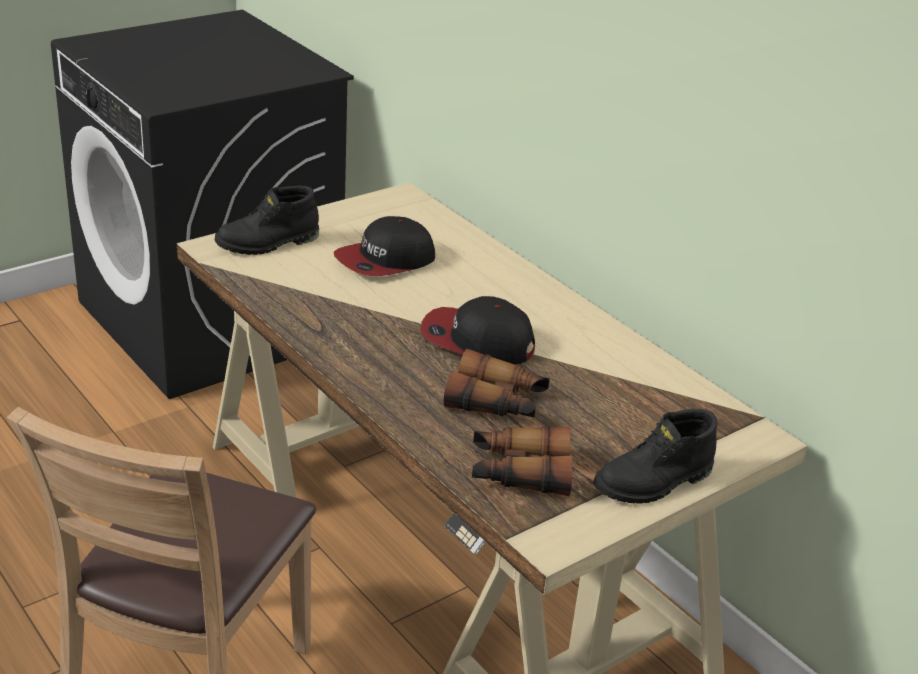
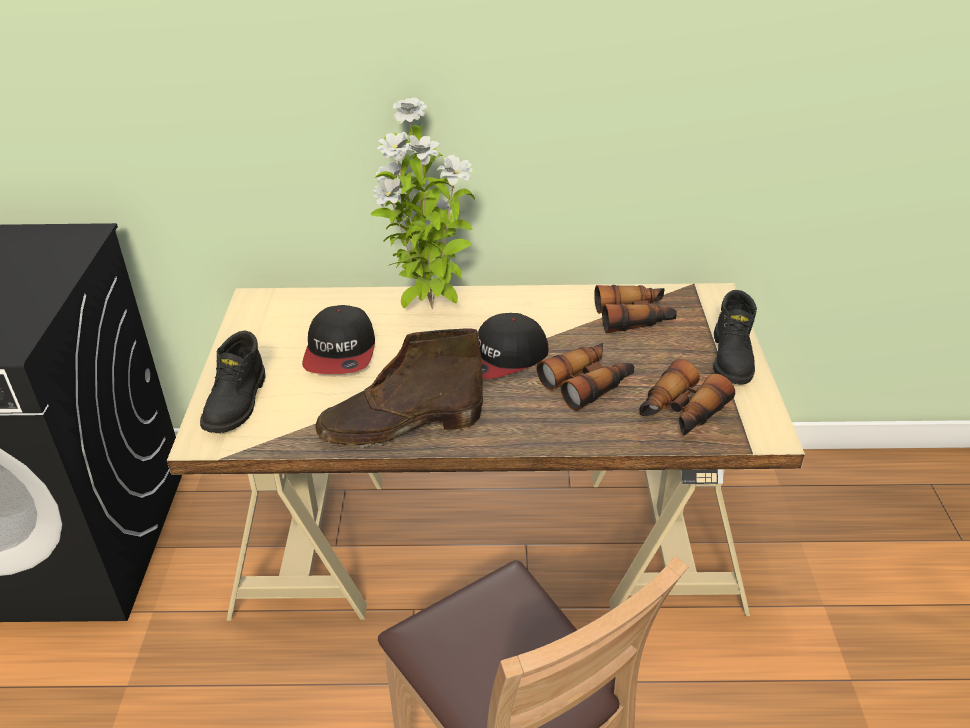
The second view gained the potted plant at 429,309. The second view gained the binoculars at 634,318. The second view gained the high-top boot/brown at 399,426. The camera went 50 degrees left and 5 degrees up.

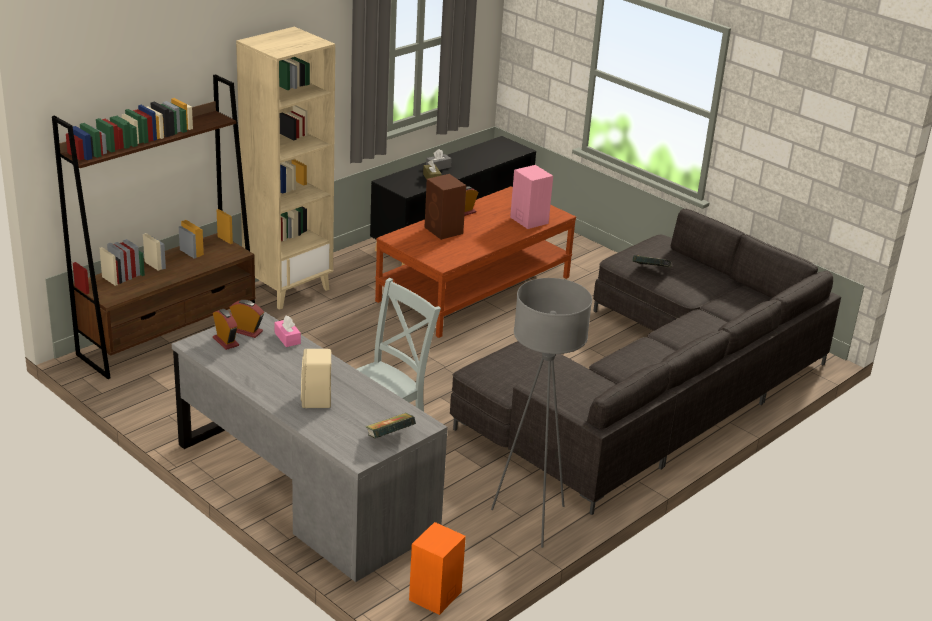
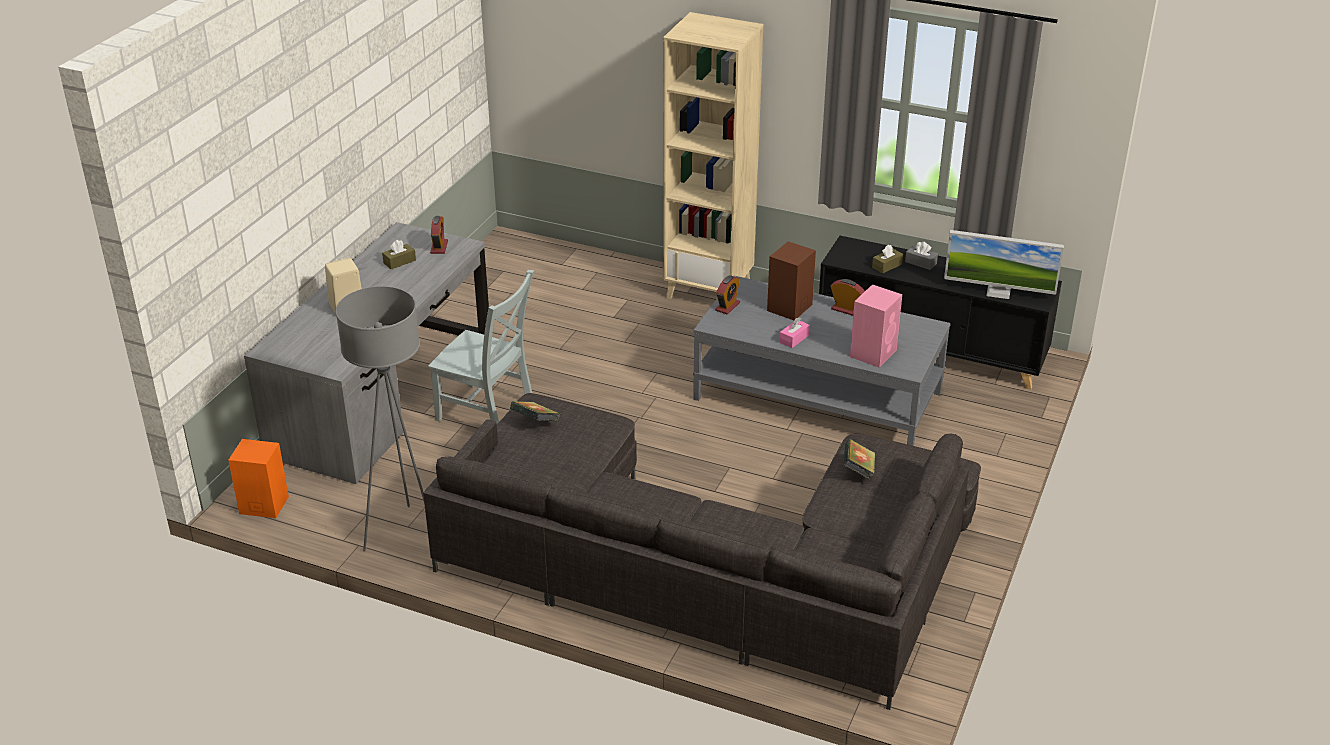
The second view lost the shelving unit/brown at 169,336. What was the lounge table/brown at 474,289 turned into the lounge table/grey at 816,396. The bedside clock ended up elsewhere, having gone from 225,342 to 727,306. The tissue box/pink ended up elsewhere, having gone from 287,338 to 794,339. The volume ended up elsewhere, having gone from 390,437 to 535,422. The second view gained the monitor at 998,292. The second view gained the tissue box/brown at 399,262. The camera went 70 degrees right and 5 degrees up.

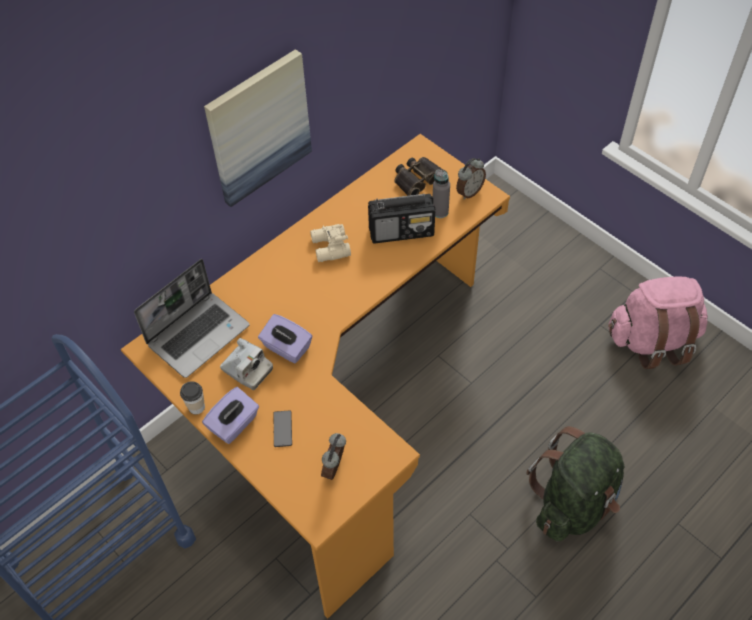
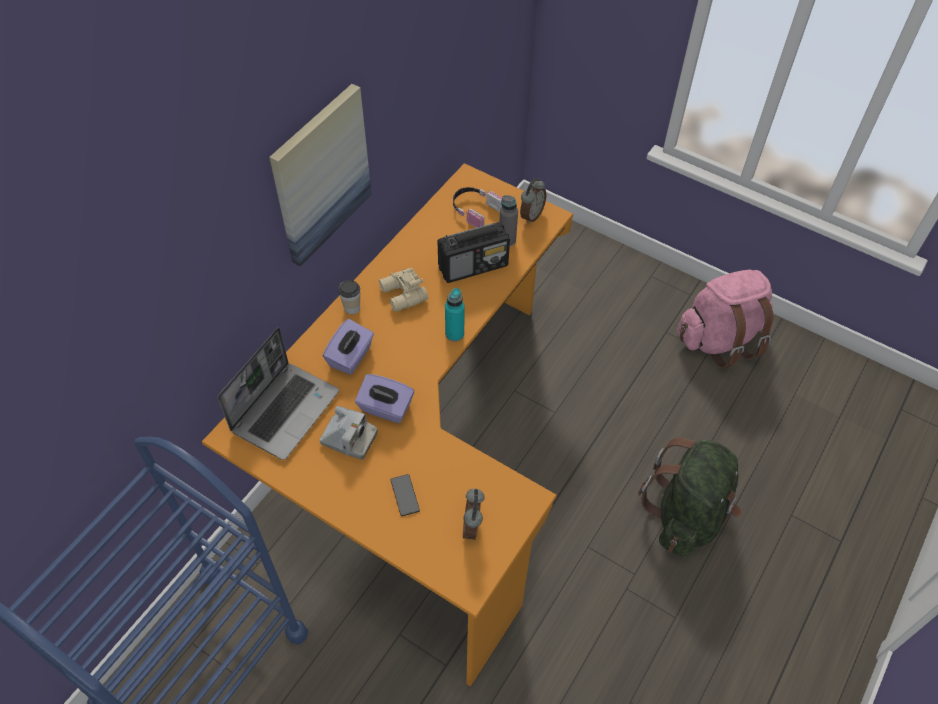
Where the binoculars stood at 417,179, the pair of headphones came to stand at 474,210. The drinking cup ended up elsewhere, having gone from 196,407 to 352,308. The tissue box/purplish ended up elsewhere, having gone from 234,424 to 351,357. The second view gained the bottle/turquoise at 454,334. The camera went 15 degrees left and 0 degrees up.

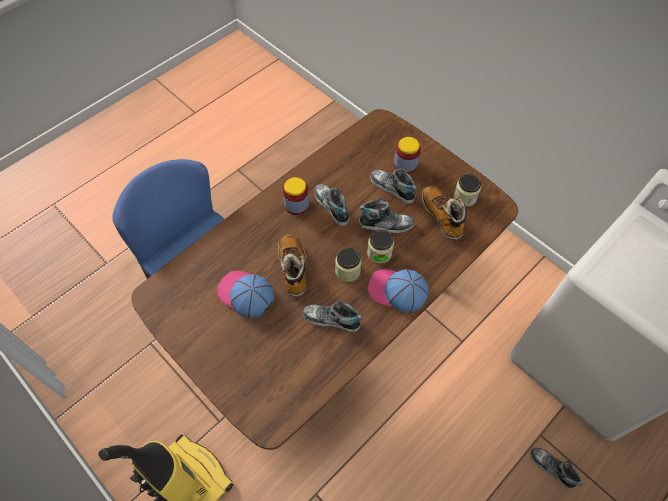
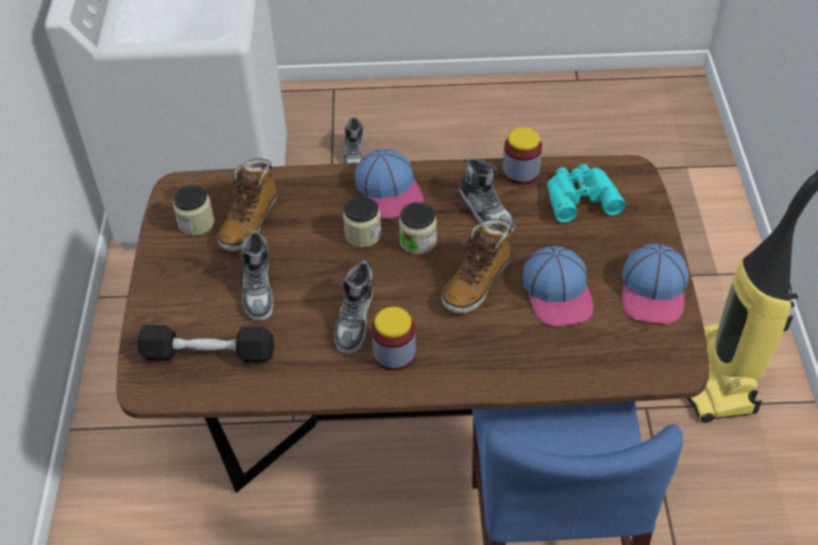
The storage jar ended up elsewhere, having gone from 405,164 to 521,172. The second view lost the item of footwear at 386,224. The second view gained the binoculars/turquoise at 579,196. The second view gained the peaked cap at 653,291. The second view gained the hand weight/blackish at 208,354. The camera went 135 degrees left and 10 degrees down.

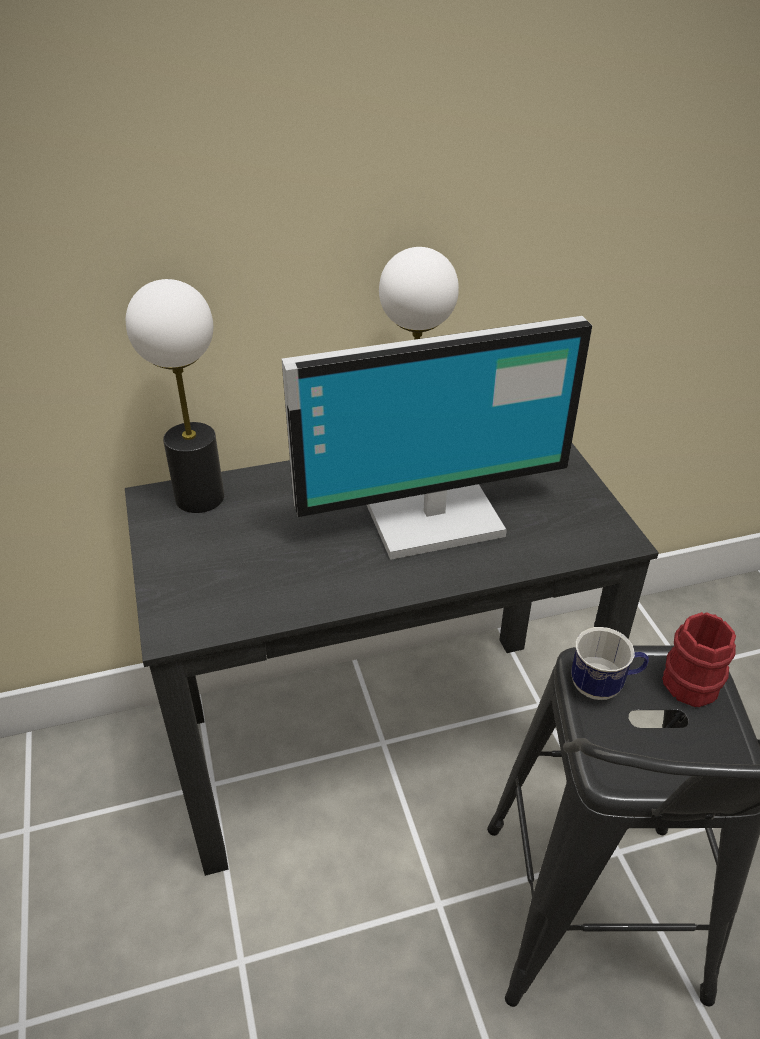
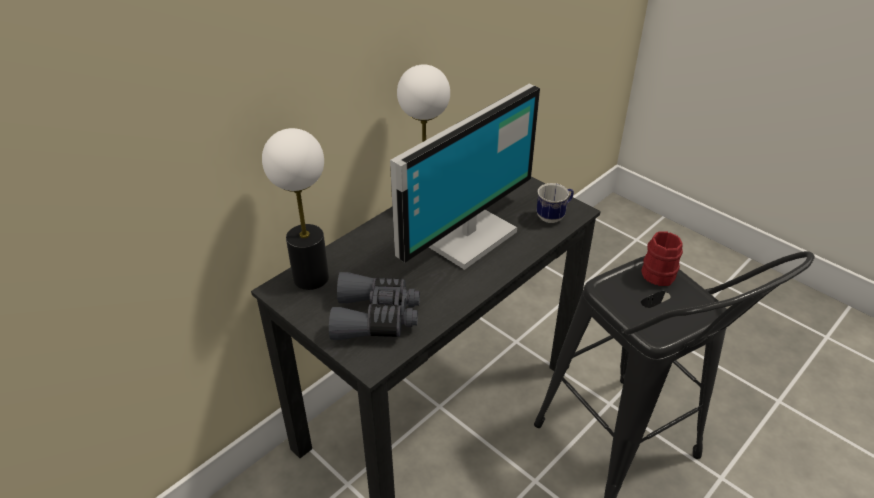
The mug ended up elsewhere, having gone from 603,686 to 554,216. The second view gained the binoculars/grey at 376,317. The camera went 30 degrees left and 0 degrees up.

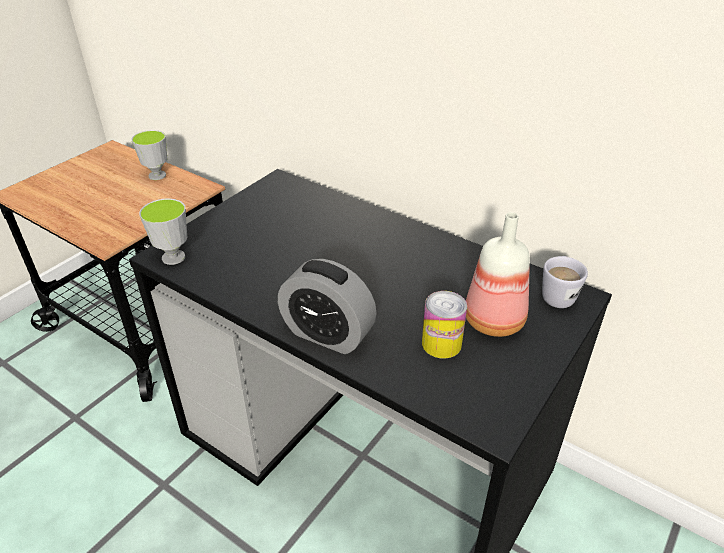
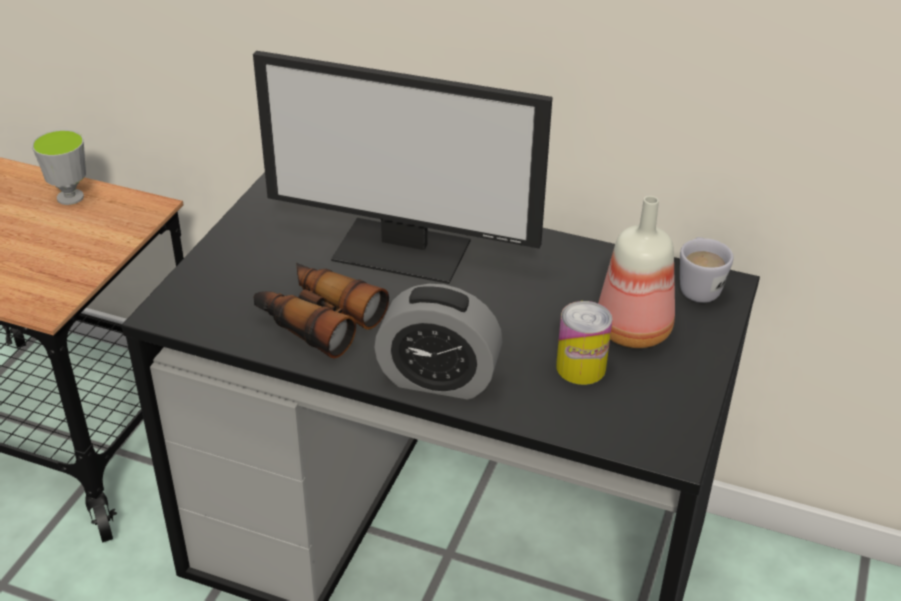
The second view lost the drinking cup at 173,257. The second view gained the monitor at 404,249. The second view gained the binoculars at 318,319. The camera went 15 degrees left and 0 degrees up.

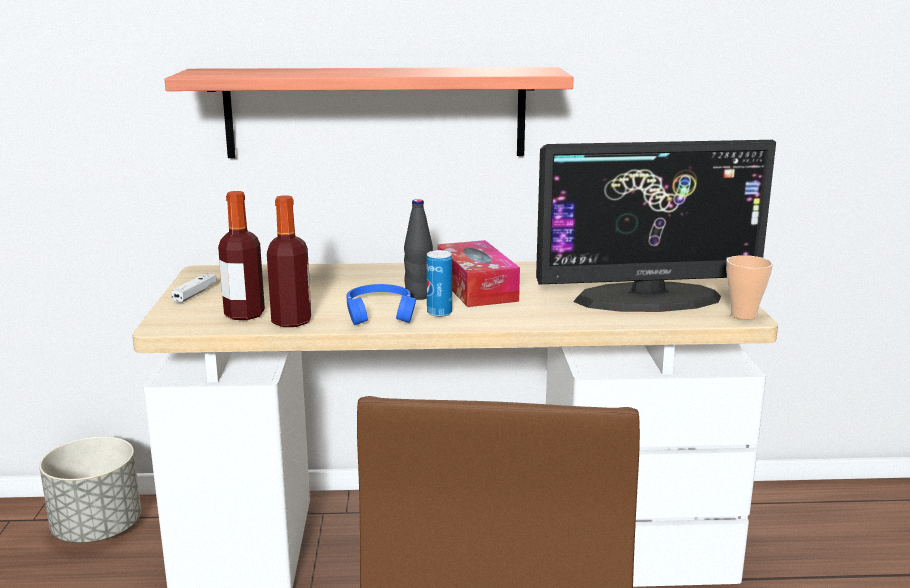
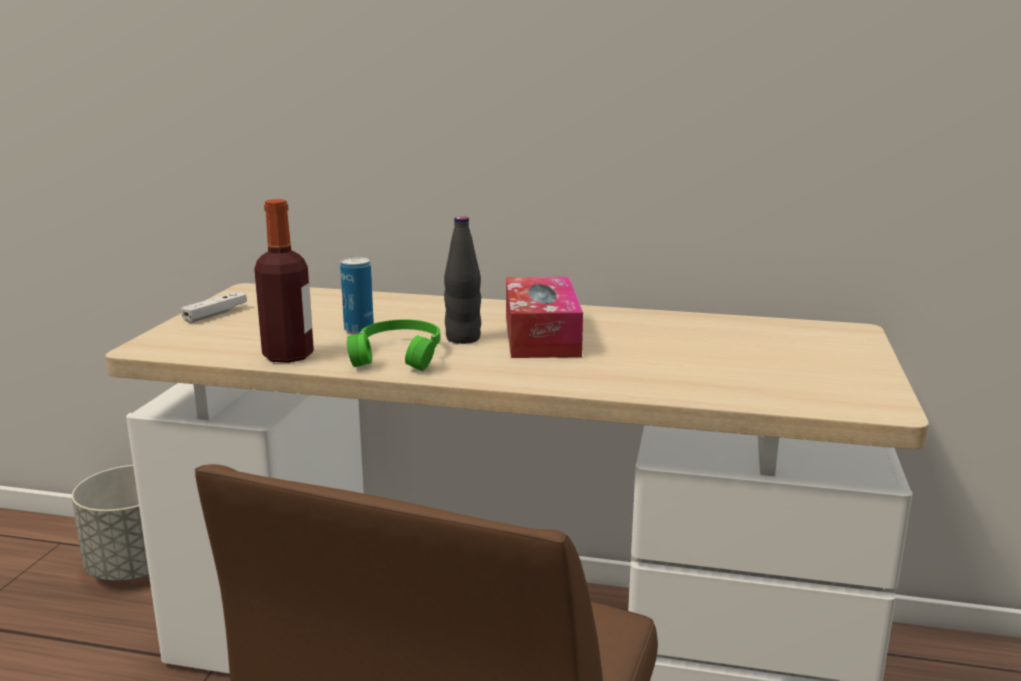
The second view lost the shelf at 375,112. The second view lost the monitor at 647,298. The second view lost the bottle at 244,314. The can ended up elsewhere, having gone from 439,313 to 359,330. The second view lost the drinking cup at 743,315. What was the pair of headphones/blue at 380,313 turned into the pair of headphones/greenish at 399,355. The camera went 15 degrees right and 0 degrees up.

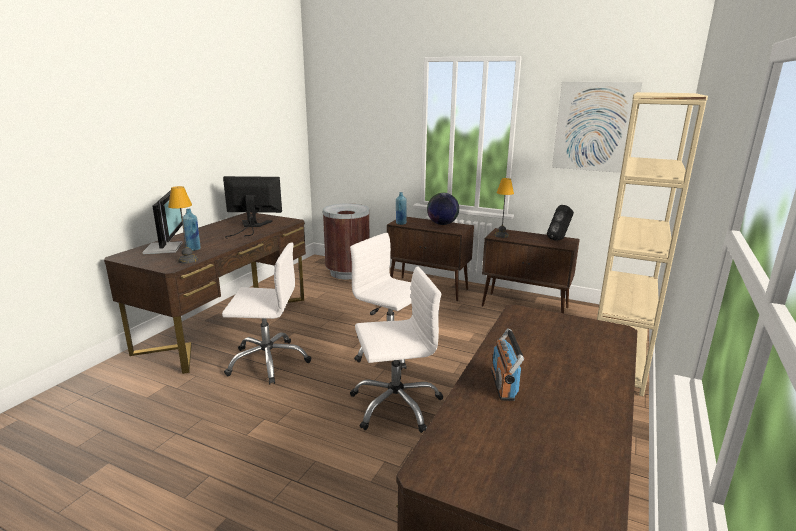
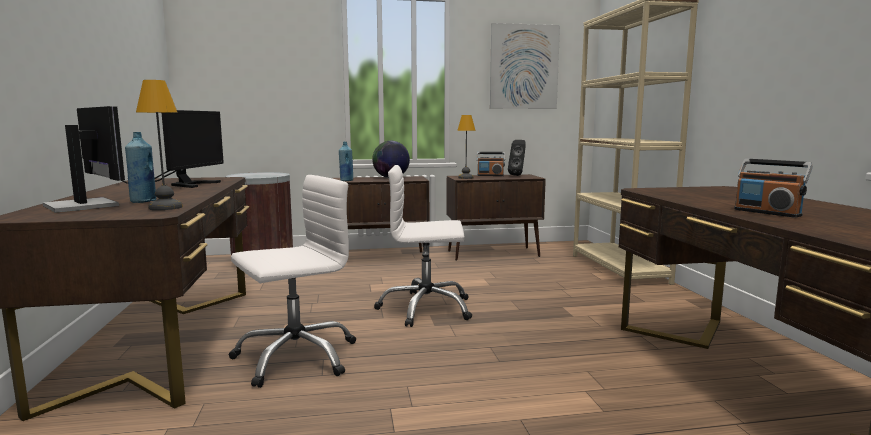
The monitor at 251,226 ended up facing another way, 135 degrees clockwise from before. The second view lost the desk chair/whitish at 395,405. The second view gained the radio receiver at 490,175. The camera went 35 degrees left and 10 degrees down.

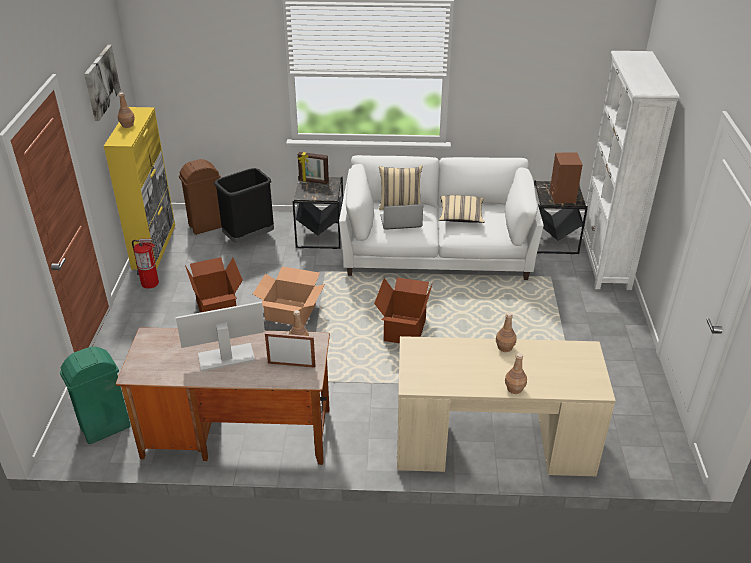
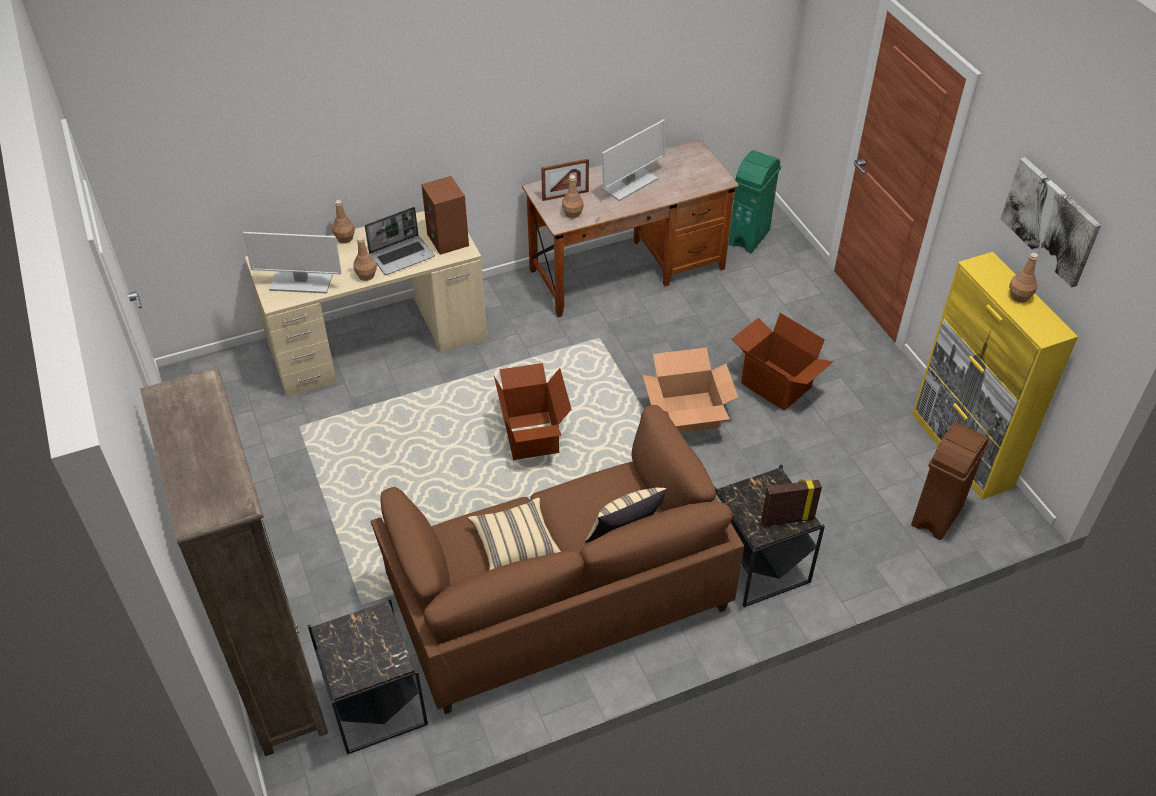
What was the shelving unit/whitish at 604,262 turned into the shelving unit/brown at 277,675. The audio speaker/brown ended up elsewhere, having gone from 561,196 to 449,240. What was the sofa/whitish at 436,251 turned into the sofa/brown at 558,595. The second view lost the waste bin/blackish at 249,238. The portable computer ended up elsewhere, having gone from 400,222 to 402,255. The second view lost the fire-fighting cylinder at 150,283. The second view gained the monitor at 300,283. The camera went 155 degrees right and 10 degrees up.

